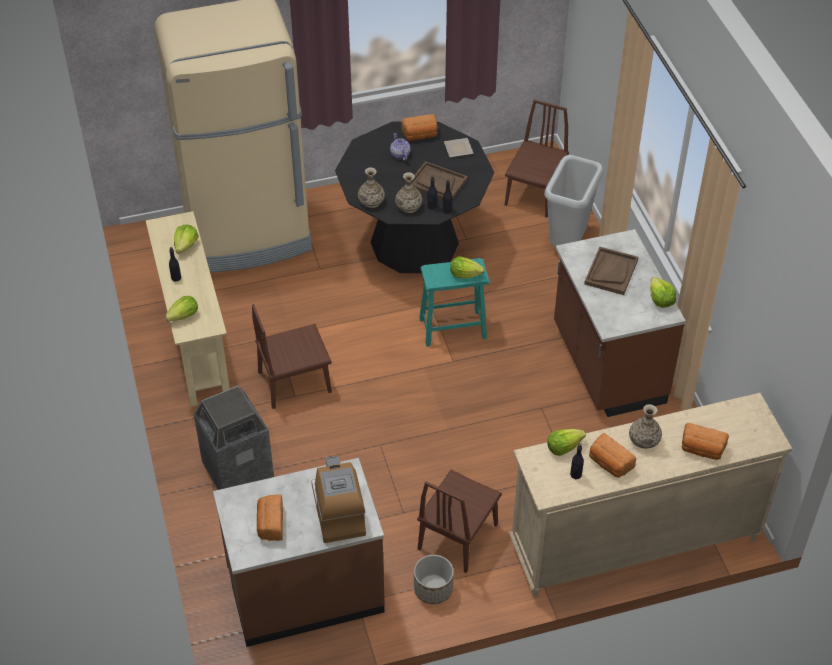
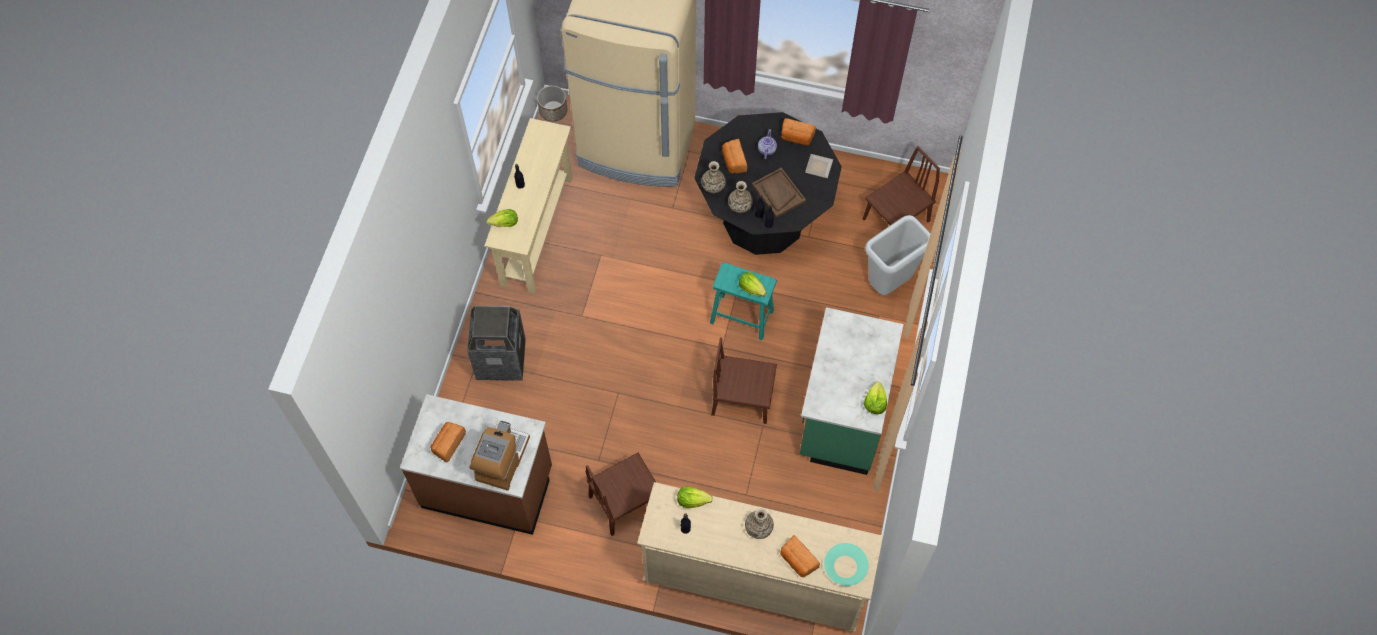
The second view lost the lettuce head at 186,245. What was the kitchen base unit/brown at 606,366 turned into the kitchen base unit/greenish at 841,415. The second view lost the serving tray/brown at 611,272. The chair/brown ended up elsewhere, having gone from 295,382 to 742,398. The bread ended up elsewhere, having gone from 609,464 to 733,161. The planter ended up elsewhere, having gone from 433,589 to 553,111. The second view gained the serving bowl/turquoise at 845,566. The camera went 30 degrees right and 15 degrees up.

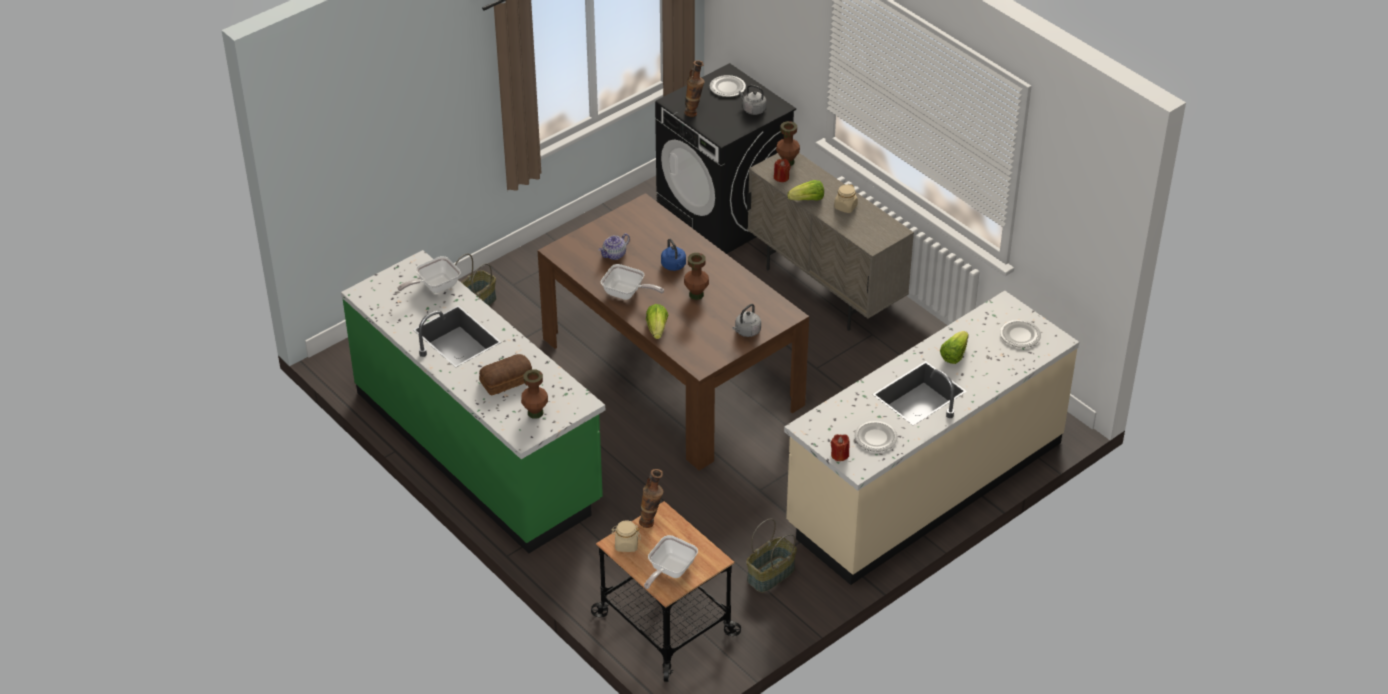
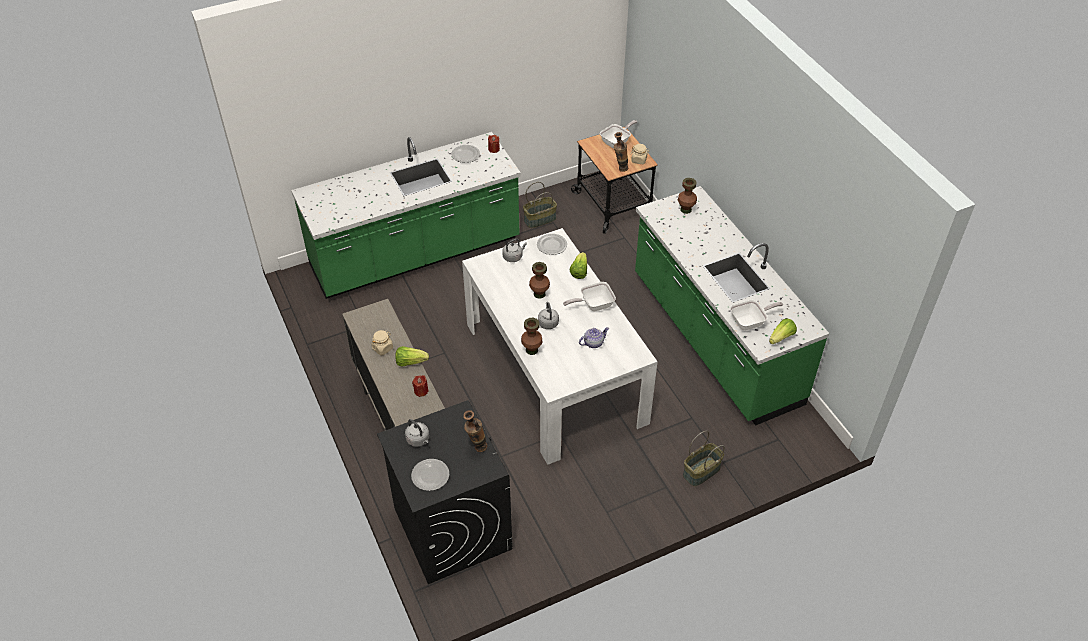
The vase/brown ended up elsewhere, having gone from 787,162 to 532,350. What was the dinner table/brown at 672,371 turned into the dinner table/whitish at 554,372. What was the tea kettle/blue at 674,266 turned into the tea kettle/grey at 548,322. The frying pan at 627,294 ended up facing another way, 60 degrees counterclockwise from before. What was the kitchen base unit/beige at 924,484 turned into the kitchen base unit/greenish at 416,254. The dinner plate ended up elsewhere, having gone from 1020,335 to 551,245. The lettuce head ended up elsewhere, having gone from 954,354 to 781,337. The second view lost the bread at 507,381. The camera went 165 degrees left and 5 degrees up.

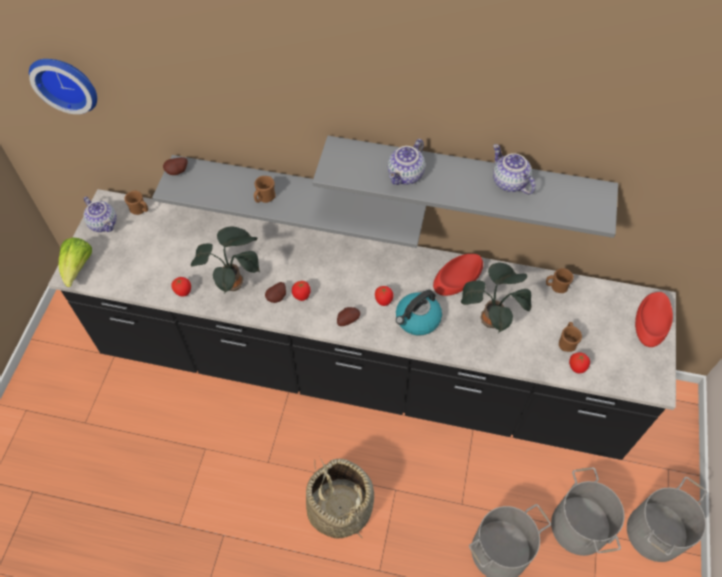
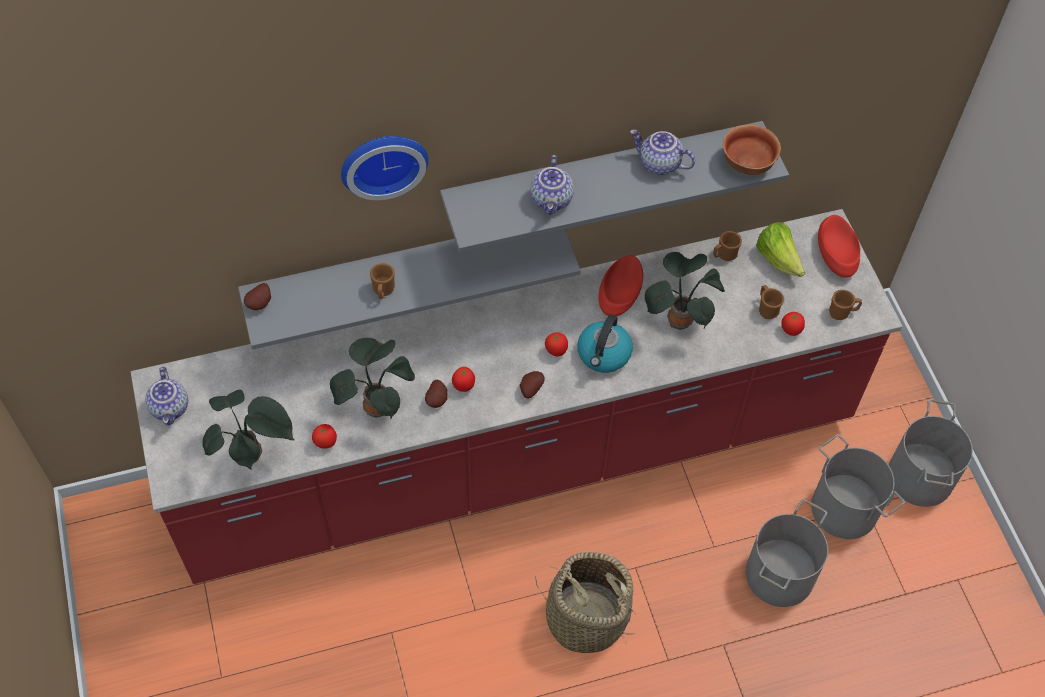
The clock on the wall ended up elsewhere, having gone from 66,82 to 383,161. What was the kitchen base unit/blackish at 361,371 turned into the kitchen base unit/reddish at 519,456. The mug/brown ended up elsewhere, having gone from 140,210 to 842,312. The pot for tea at 104,223 ended up facing another way, 60 degrees clockwise from before. The lettuce head ended up elsewhere, having gone from 78,268 to 778,259. The second view gained the serving bowl at 746,163. The second view gained the potted plant at 252,455. The camera went 30 degrees left and 0 degrees up.

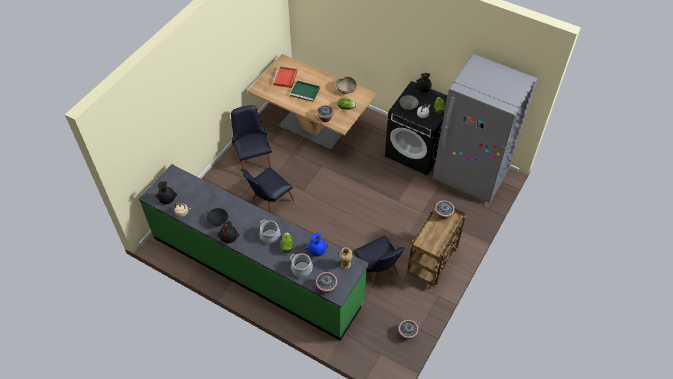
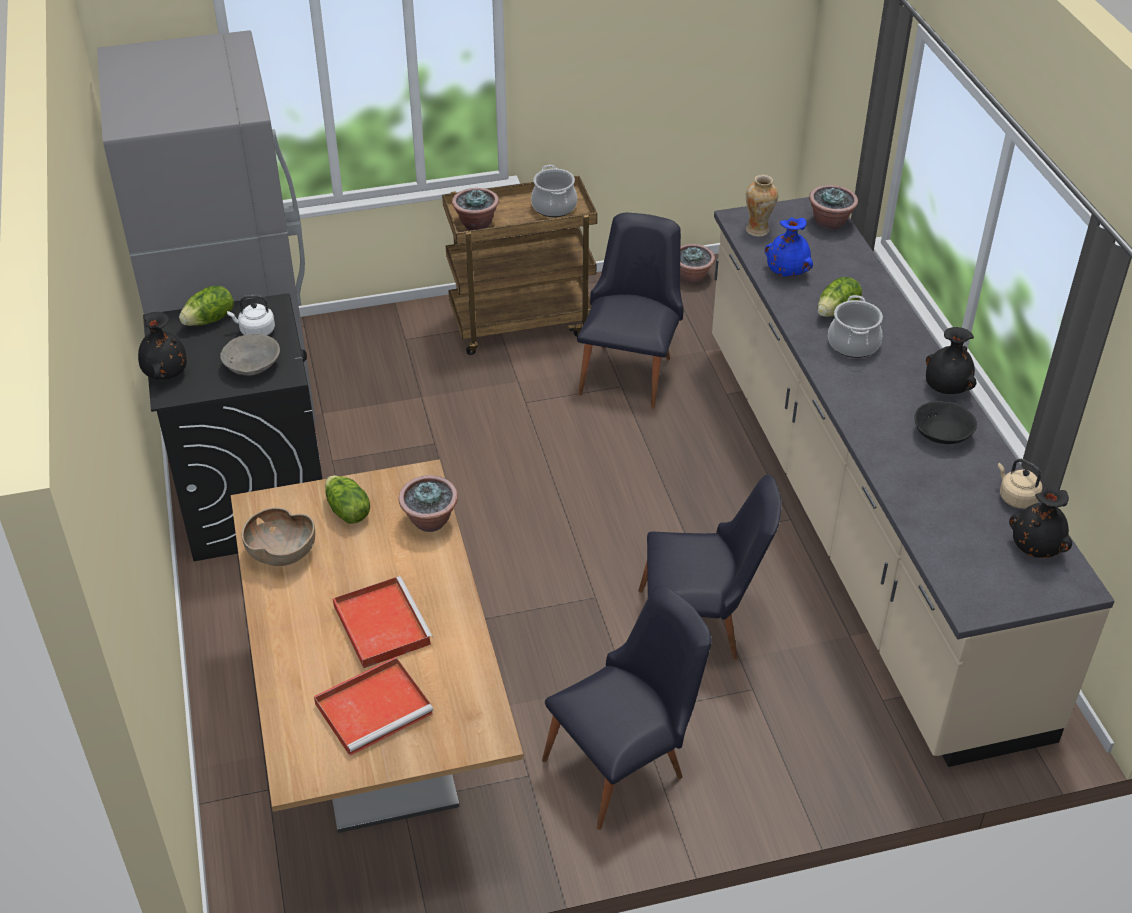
What was the serving tray/greenish at 305,92 turned into the serving tray/reddish at 380,623. The chair/blackish at 253,159 ended up facing another way, 150 degrees counterclockwise from before. What was the kitchen base unit/greenish at 257,268 turned into the kitchen base unit/beige at 859,520. The cooking pot ended up elsewhere, having gone from 301,269 to 554,206. The camera went 135 degrees left and 10 degrees down.

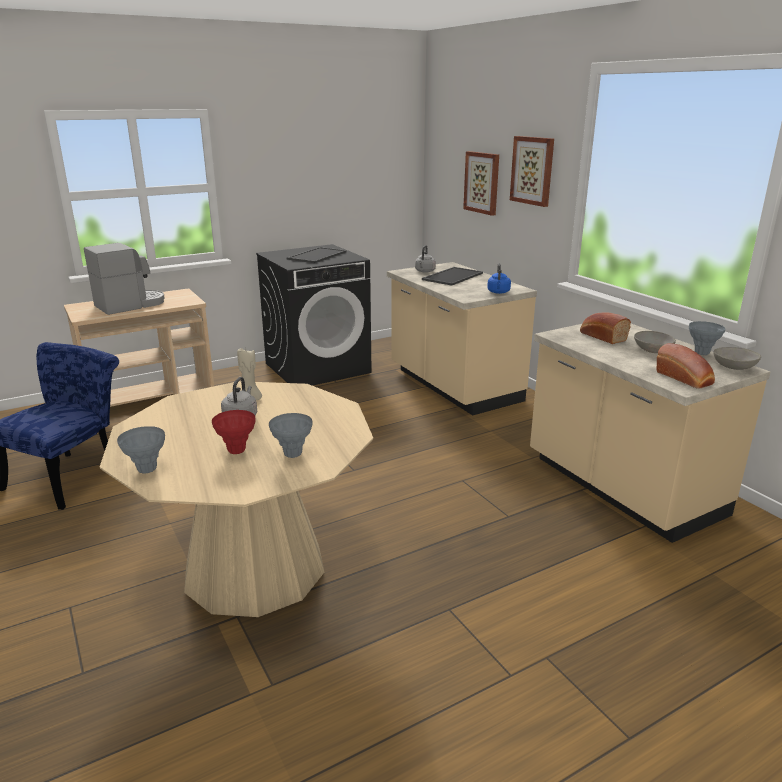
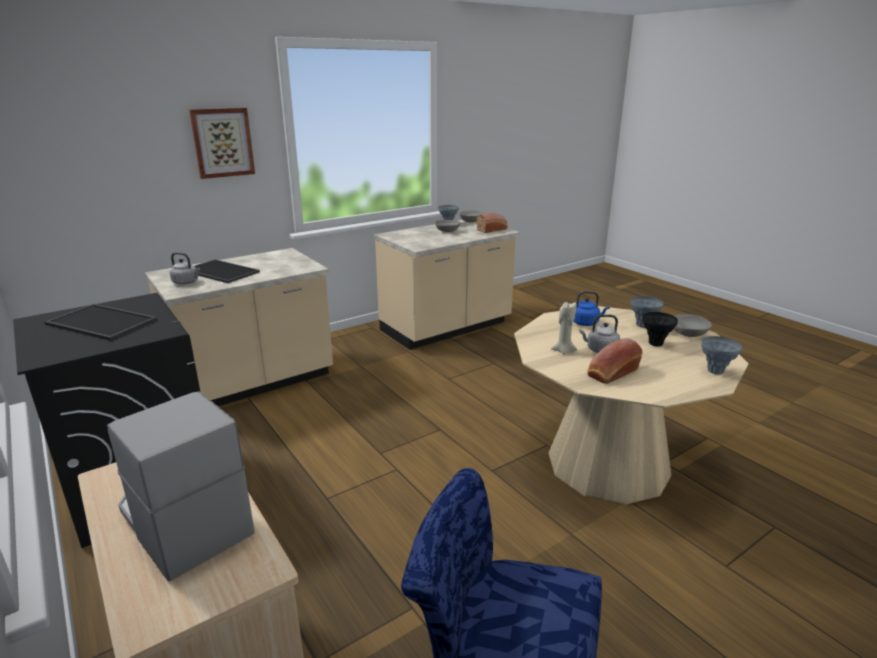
The second view lost the wall art at 482,182. The tea kettle/blue ended up elsewhere, having gone from 498,292 to 586,323. The bread ended up elsewhere, having gone from 601,336 to 611,373. What was the vase/reddish at 237,450 turned into the vase/blackish at 655,344. The second view gained the serving bowl/grey at 689,334. The camera went 95 degrees left and 0 degrees up.

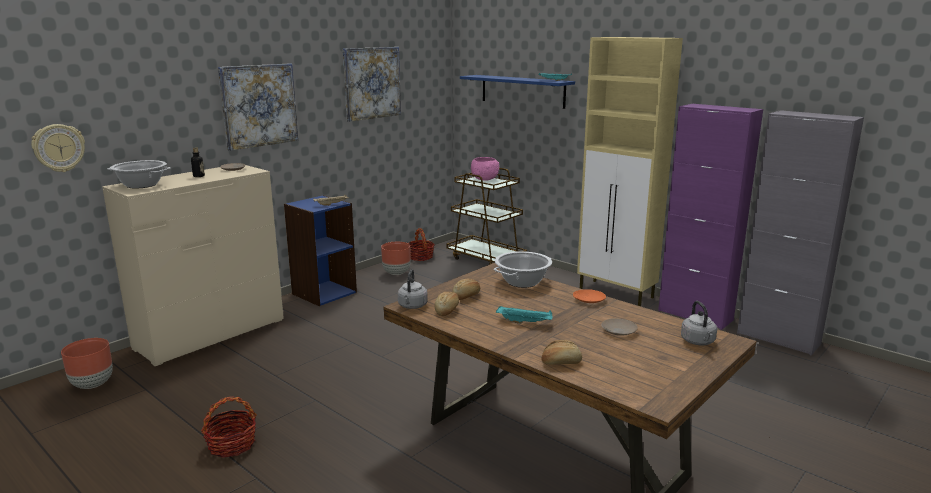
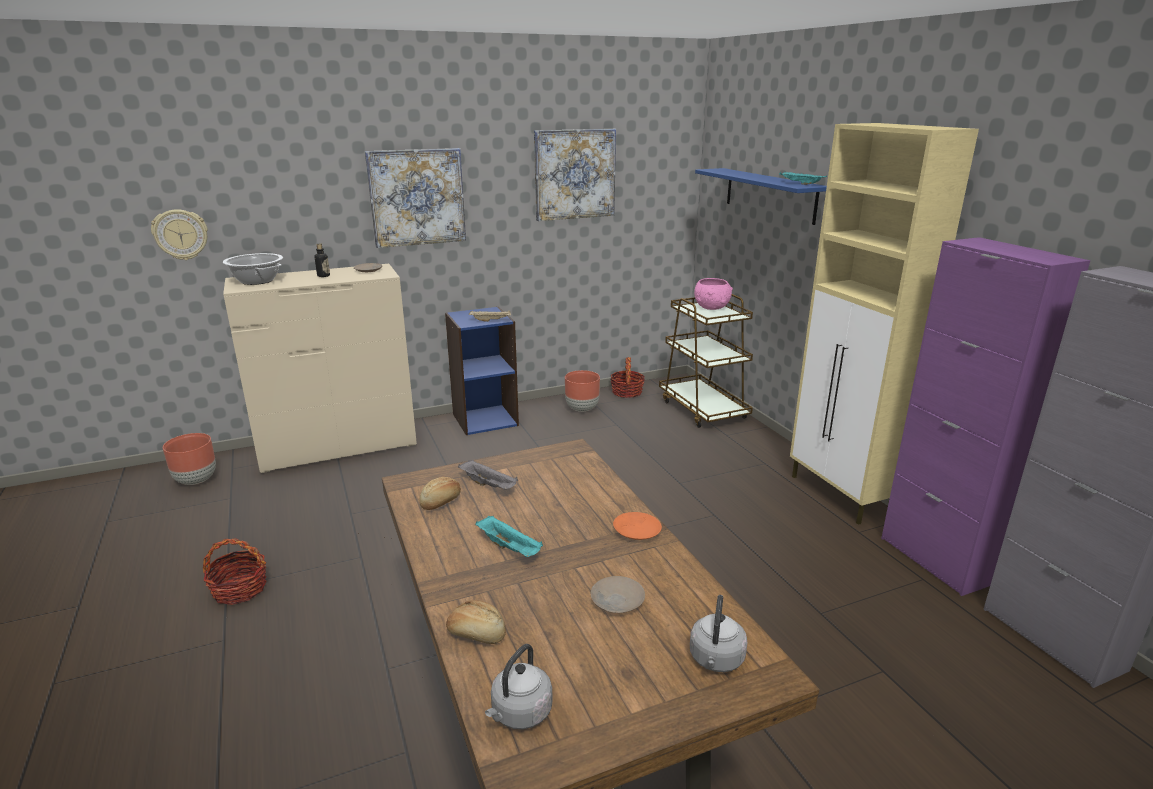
The second view lost the cooking pot at 522,282. The tea kettle/grey ended up elsewhere, having gone from 412,306 to 519,714. Where the bread stood at 467,296, the serving tray/grey came to stand at 489,485. The camera went 25 degrees right and 5 degrees up.

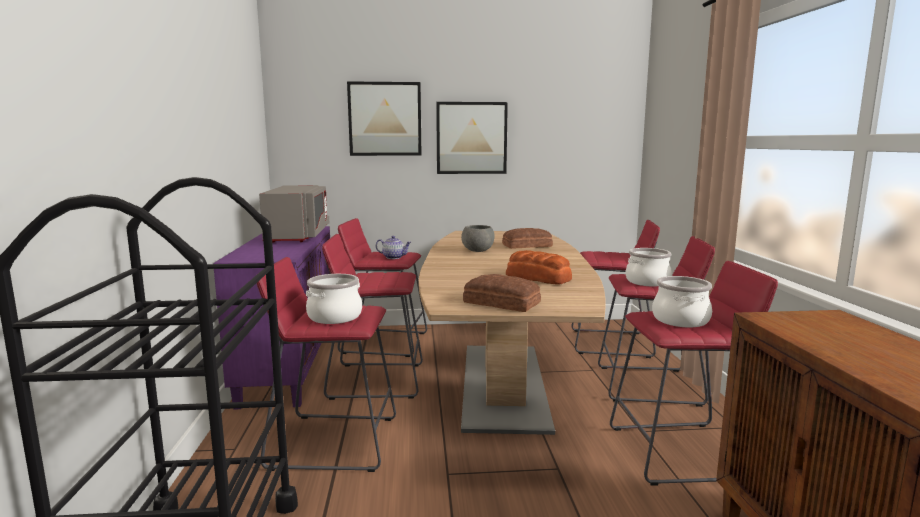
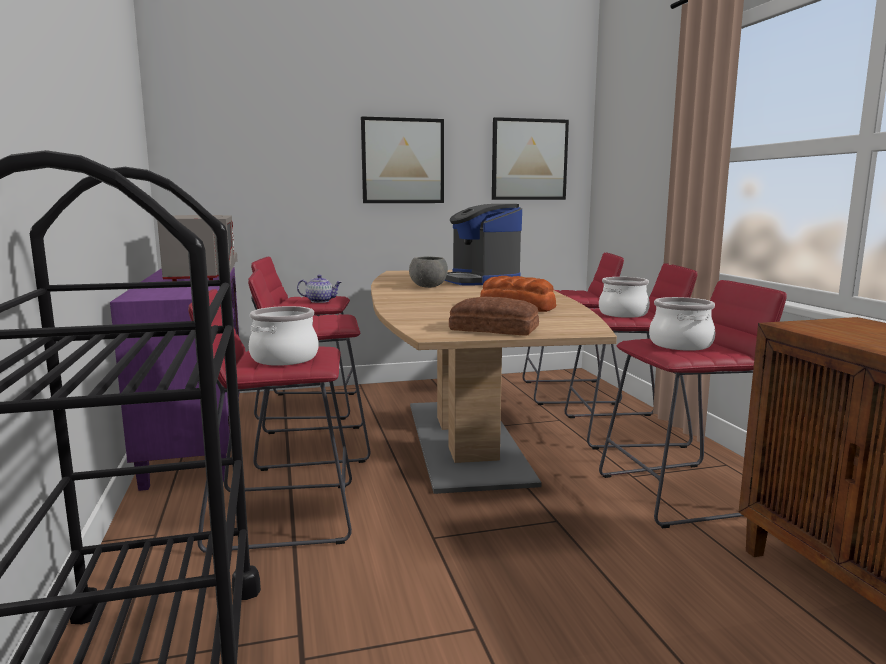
The wall art ended up elsewhere, having gone from 385,119 to 529,159. Where the bread stood at 527,246, the coffee machine came to stand at 482,281. The camera went 10 degrees left and 0 degrees up.

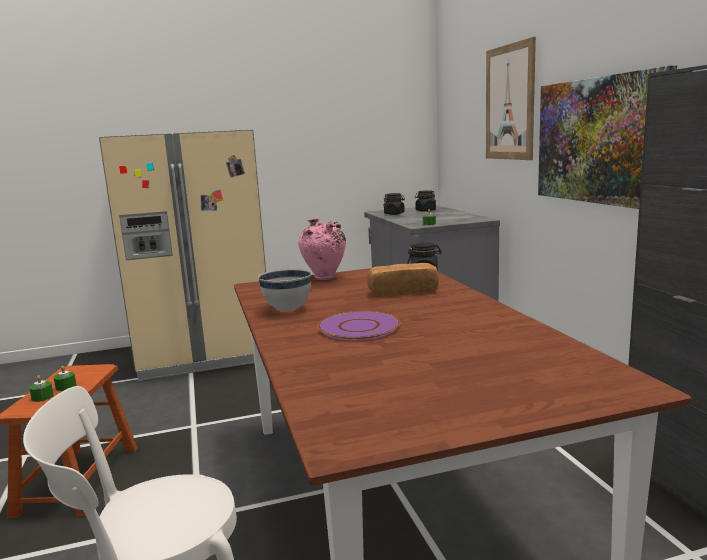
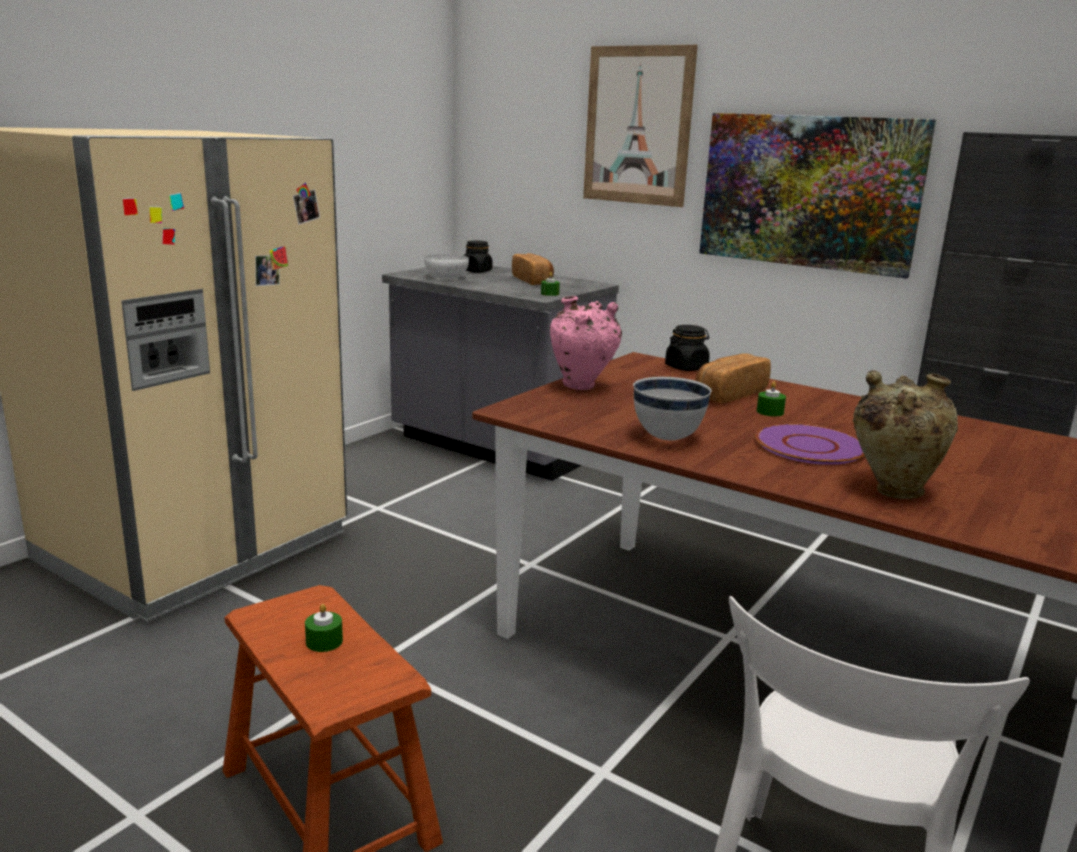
Where the storage jar/blackish stood at 394,214, the serving bowl/whitish came to stand at 445,277. The wax light/greenish ended up elsewhere, having gone from 42,397 to 770,412. The second view gained the bread at 533,281. The second view gained the vase/beige at 892,490. The camera went 40 degrees left and 5 degrees up.

